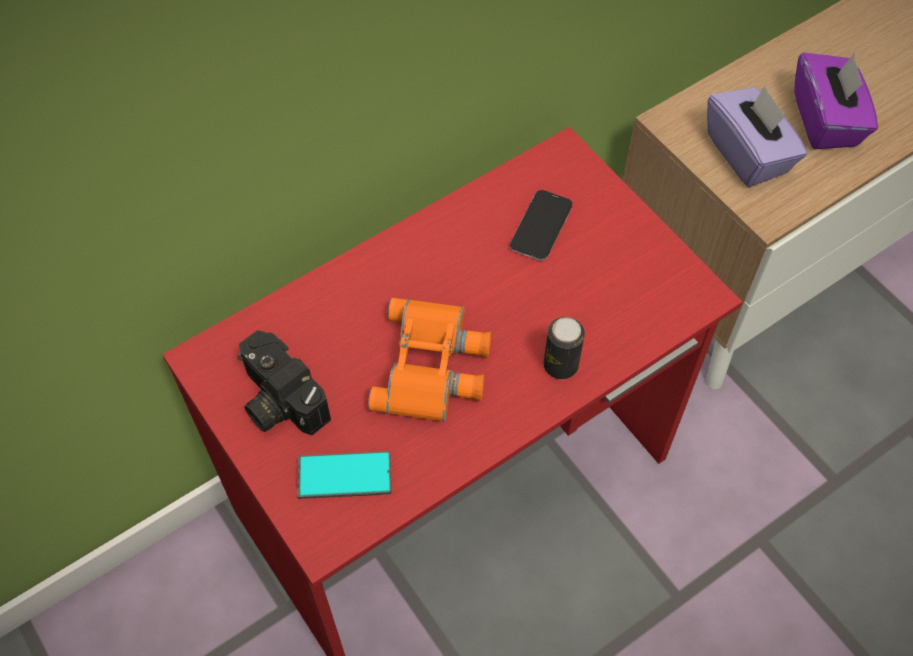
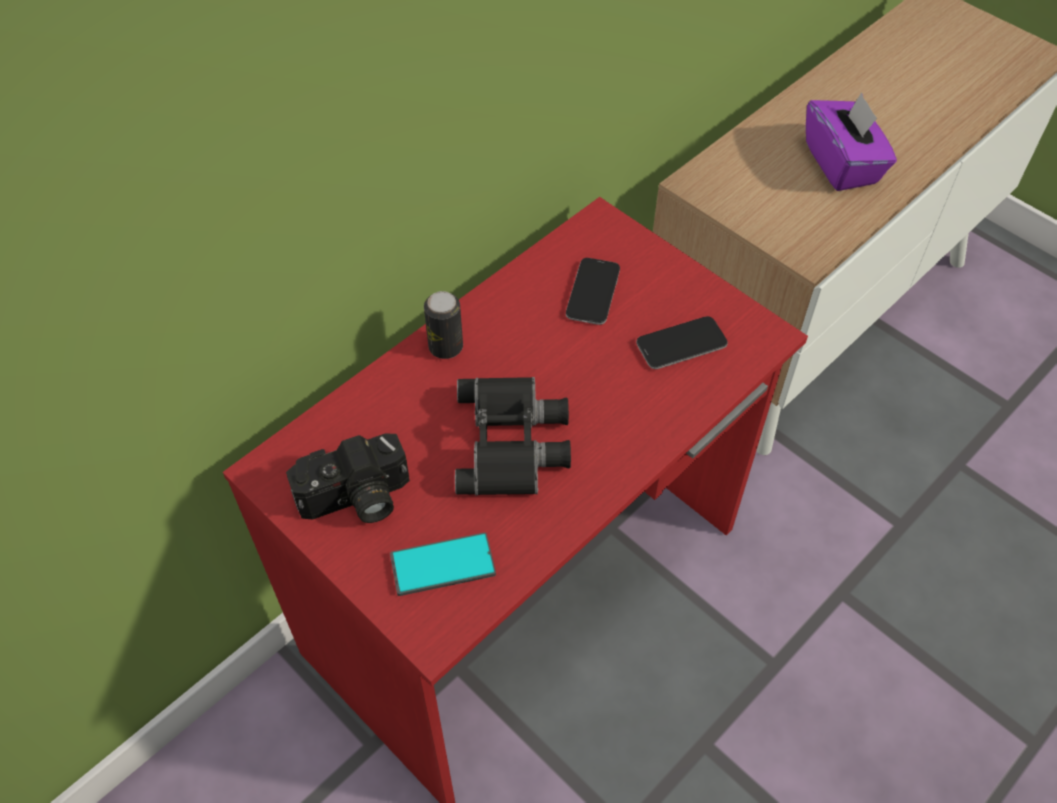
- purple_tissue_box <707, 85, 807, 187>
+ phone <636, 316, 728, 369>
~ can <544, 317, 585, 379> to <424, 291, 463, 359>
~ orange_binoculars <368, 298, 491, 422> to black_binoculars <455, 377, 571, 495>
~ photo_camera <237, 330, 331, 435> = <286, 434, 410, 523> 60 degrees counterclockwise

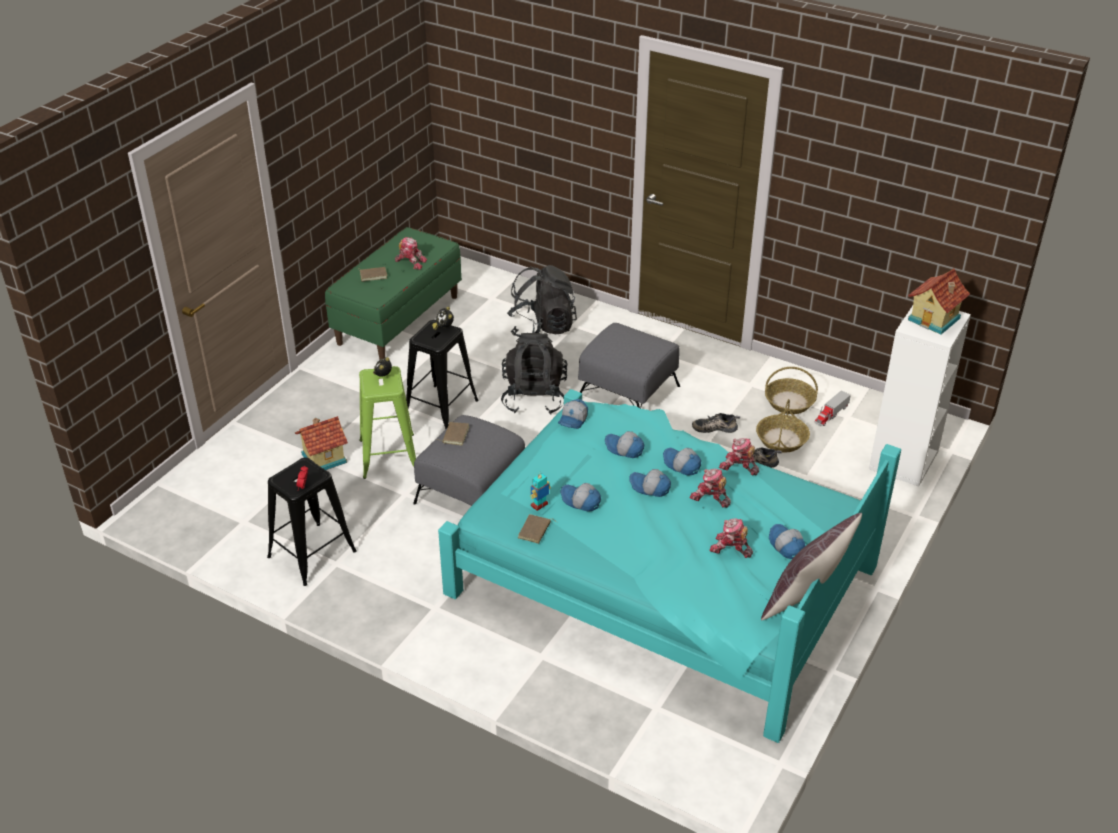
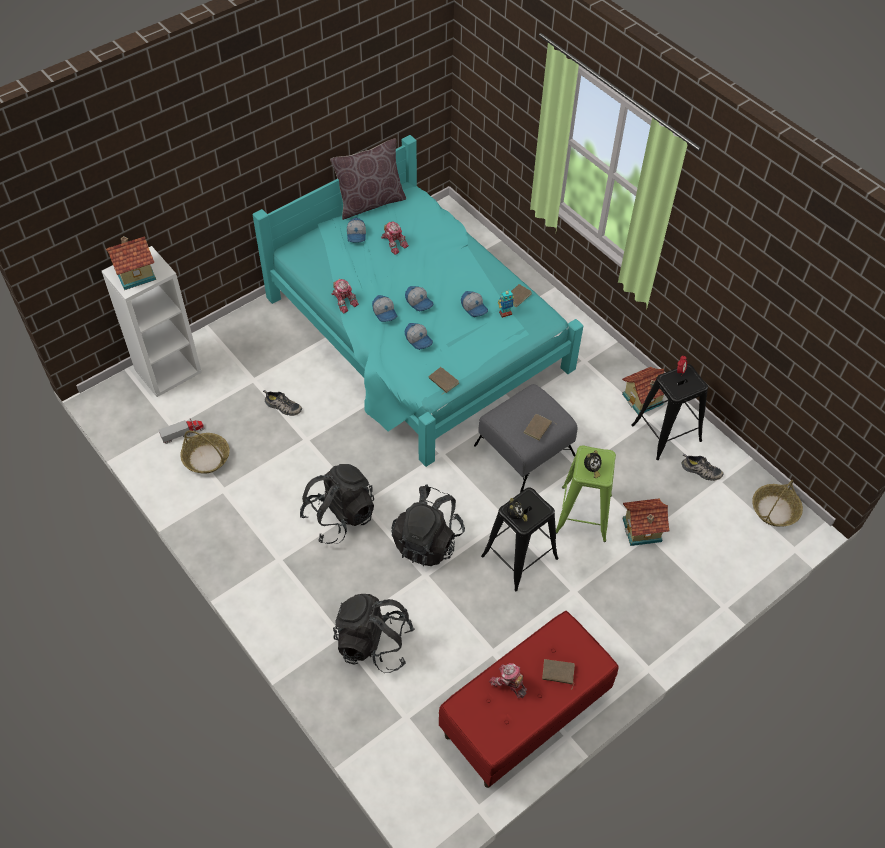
- toy_robot <689, 469, 731, 508>
+ toy_house <622, 367, 665, 415>
~ shoe <692, 413, 740, 433> to <682, 454, 724, 481>
~ basket <756, 399, 810, 453> to <752, 480, 803, 527>
~ cap <558, 399, 588, 429> to brown_book <429, 367, 459, 393>
~ grey_ottoman <578, 323, 680, 408> to black_backpack <300, 464, 374, 544>
~ green_bench <325, 227, 462, 359> to red_bench <439, 611, 618, 788>

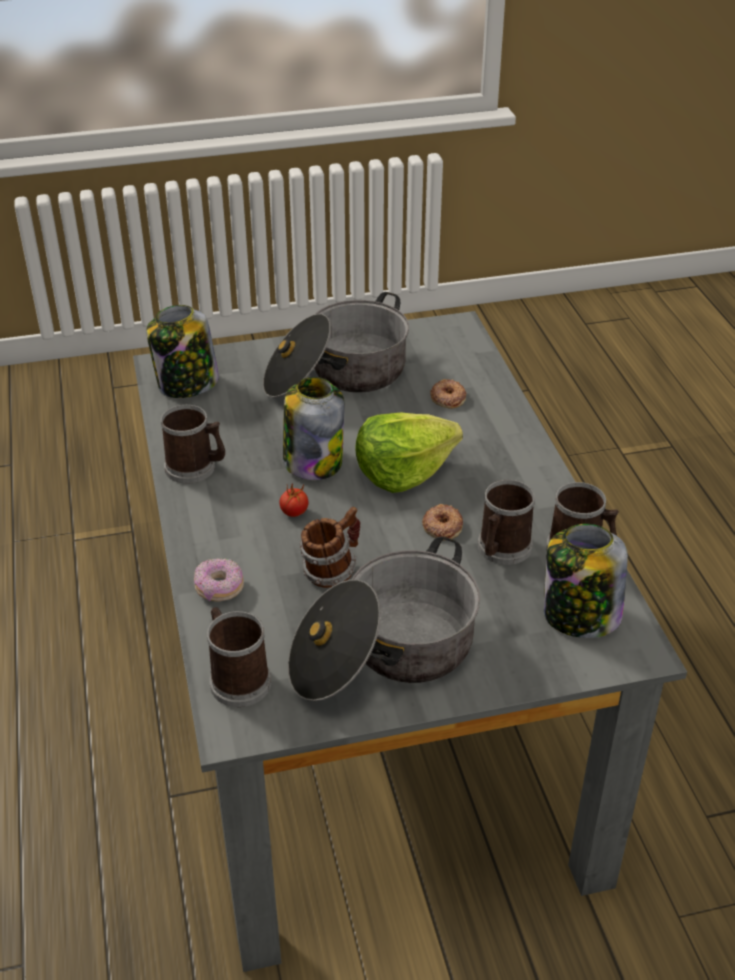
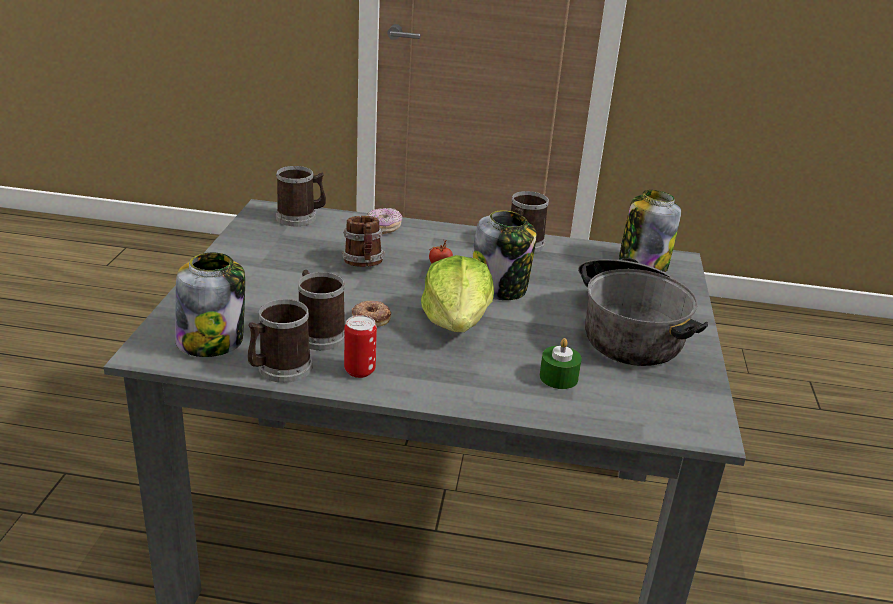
- cooking_pot <288, 537, 480, 701>
+ can <344, 315, 377, 378>
~ donut <430, 379, 466, 409> to green_candle <539, 338, 582, 389>

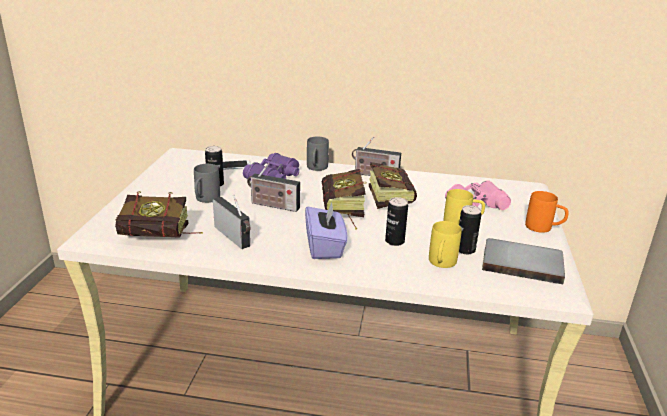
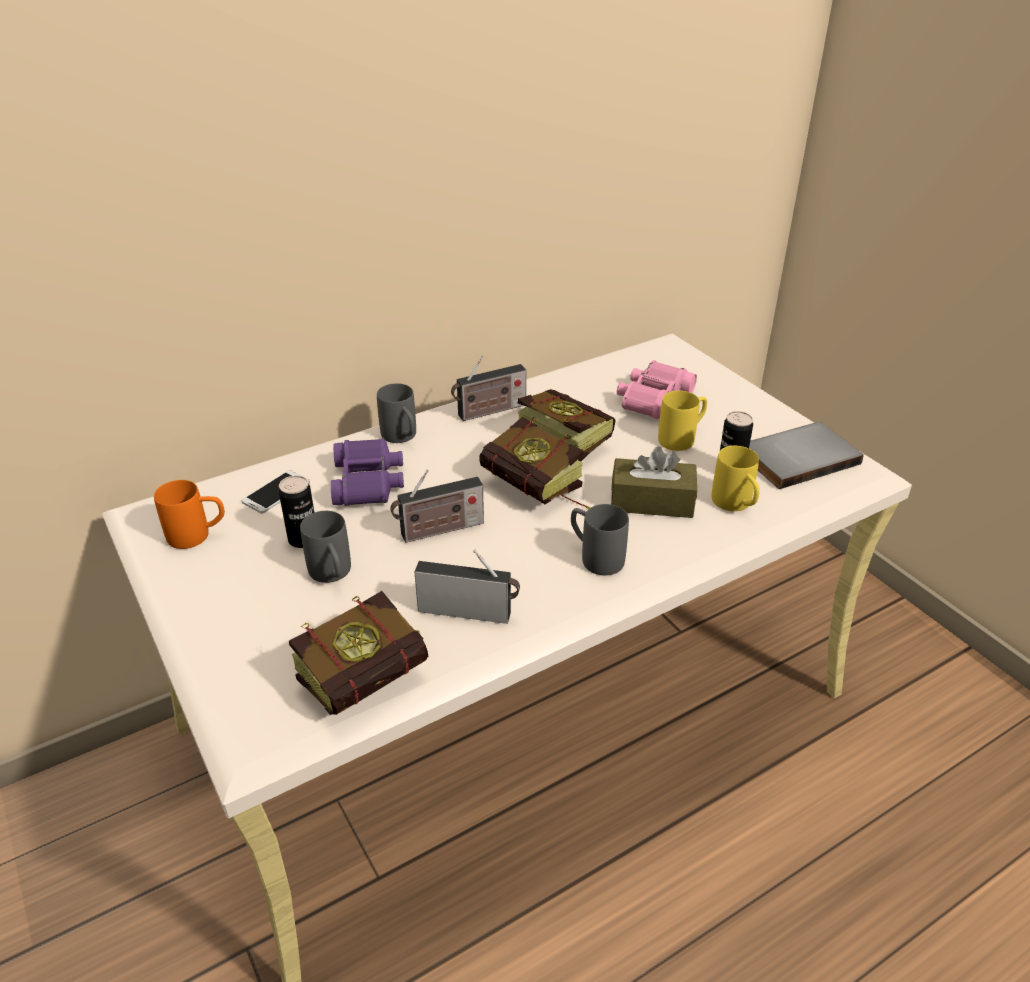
~ orange_mug <525, 191, 569, 233> to <154, 480, 225, 549>
~ purple_tissue_box <305, 203, 347, 259> to grey_mug <571, 504, 629, 575>
~ can <385, 197, 408, 246> to brown_tissue_box <611, 446, 697, 518>

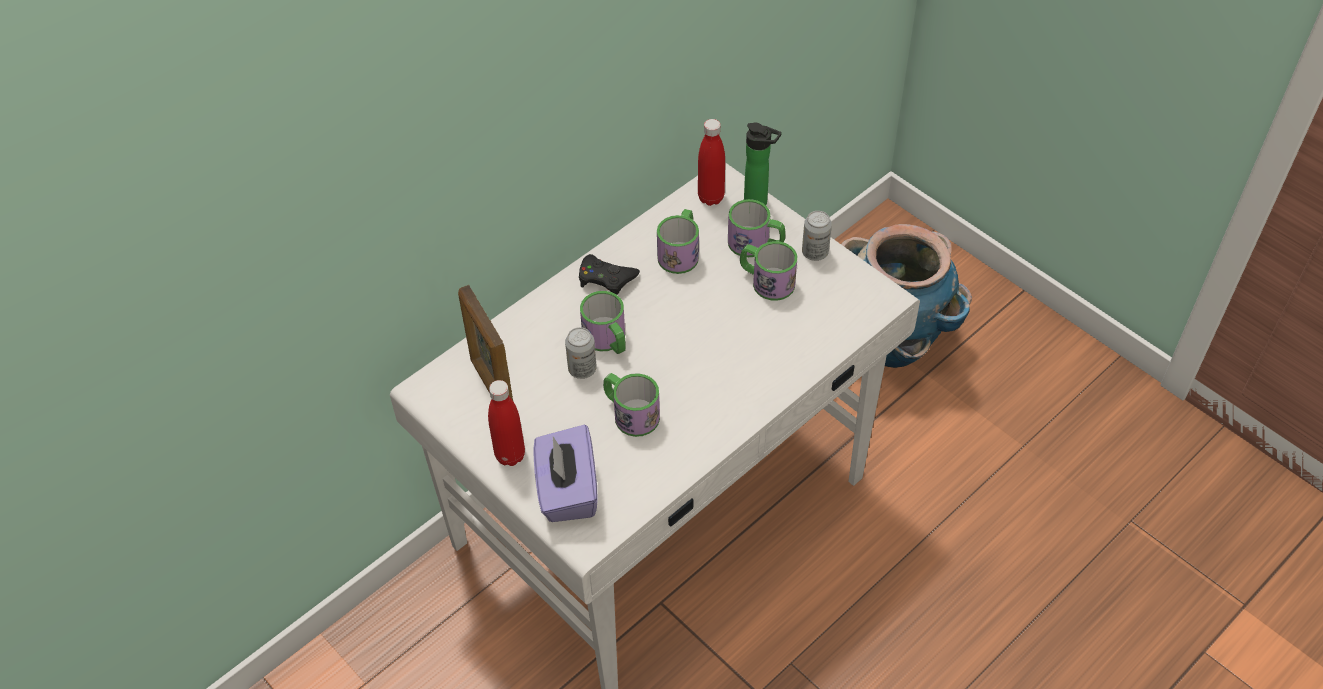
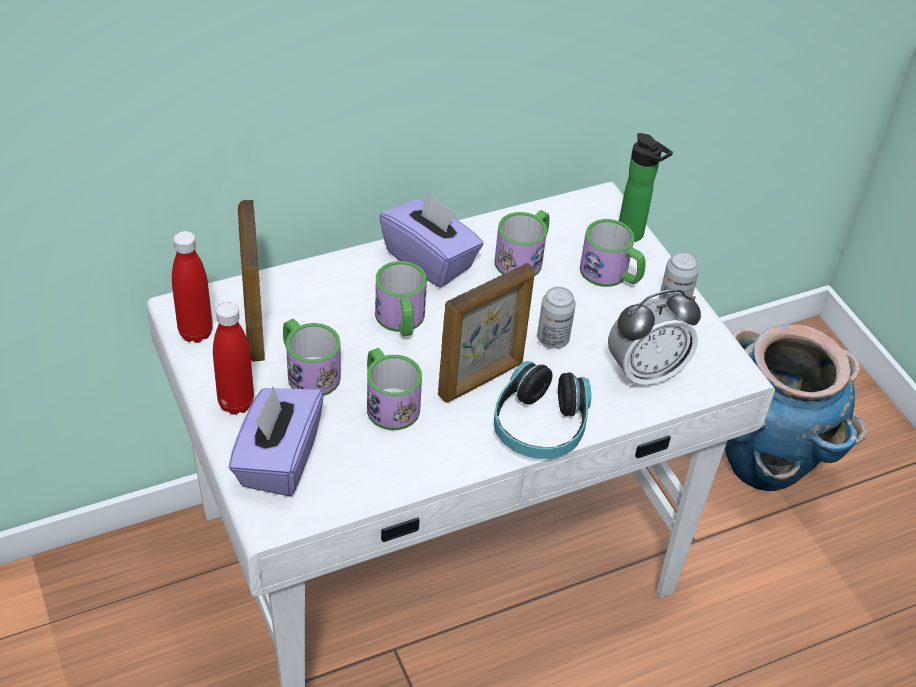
+ picture_frame <438, 263, 535, 402>
+ headphones <494, 361, 591, 459>
+ alarm_clock <608, 289, 701, 388>
~ can <565, 327, 597, 379> to <537, 287, 576, 349>
~ red_bottle <698, 119, 725, 206> to <172, 231, 213, 343>
~ mug <740, 241, 797, 301> to <283, 318, 341, 396>
~ black_game_controller <579, 254, 640, 295> to purple_tissue_box <379, 191, 484, 288>

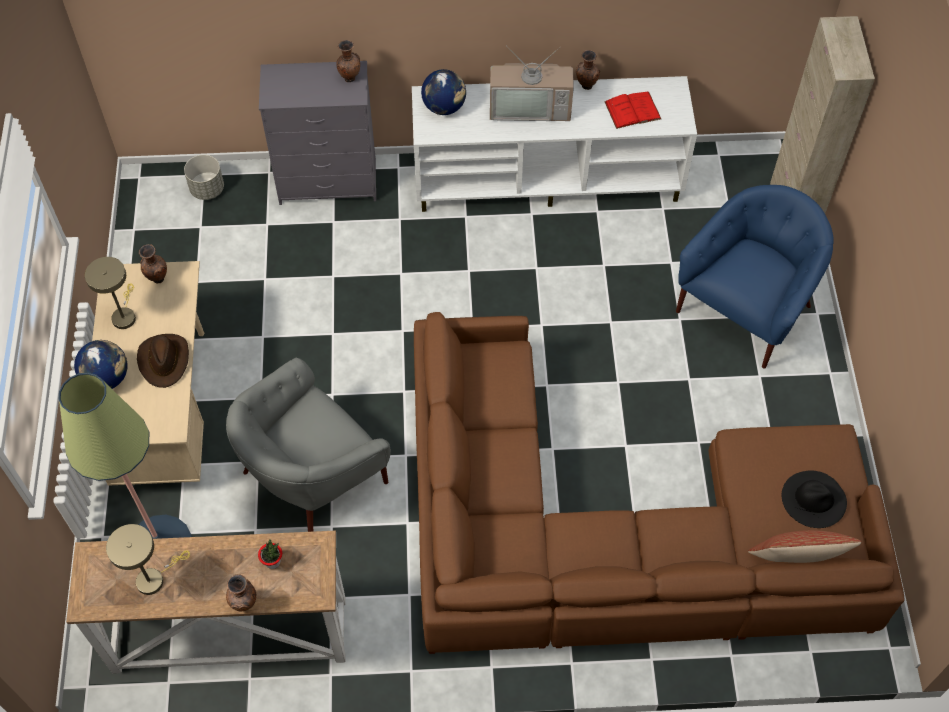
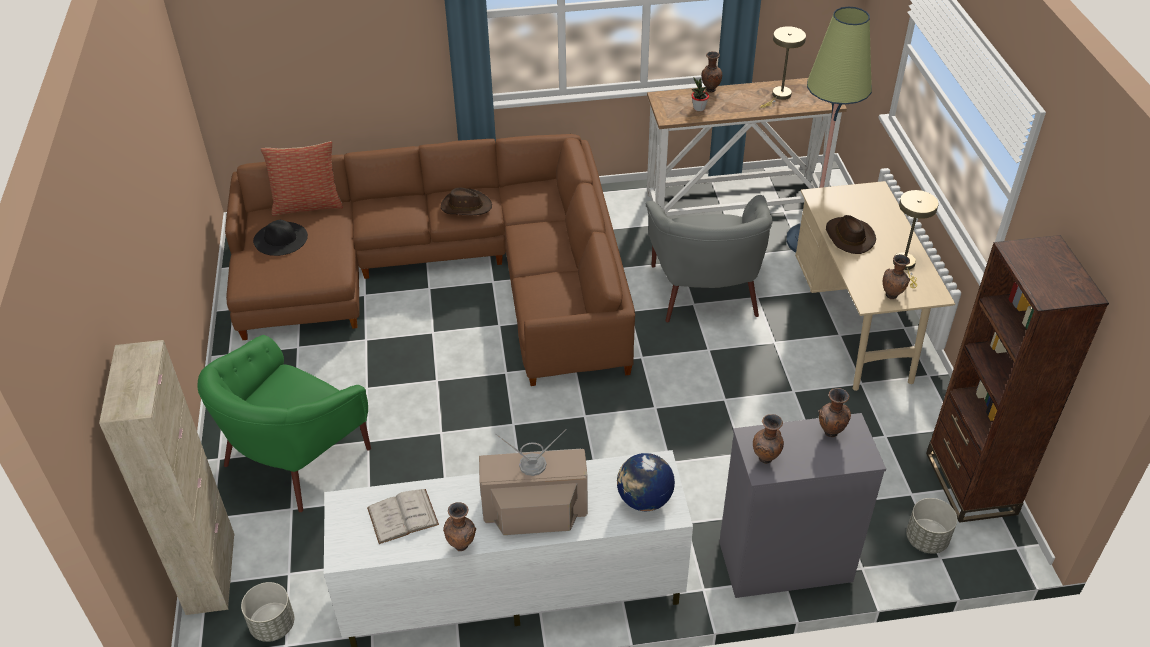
- globe <74, 340, 128, 389>
+ grey_planter <241, 582, 295, 642>
+ brown_hat <441, 188, 492, 215>
+ brown_vase <818, 388, 851, 437>
+ brown_bookcase <926, 235, 1109, 523>
~ red_book <604, 92, 661, 129> to white_book <367, 489, 439, 544>
~ blue_armchair <676, 185, 834, 368> to green_armchair <197, 335, 371, 512>
~ grey_armchair <226, 358, 391, 532> = <646, 195, 773, 322> 135 degrees clockwise

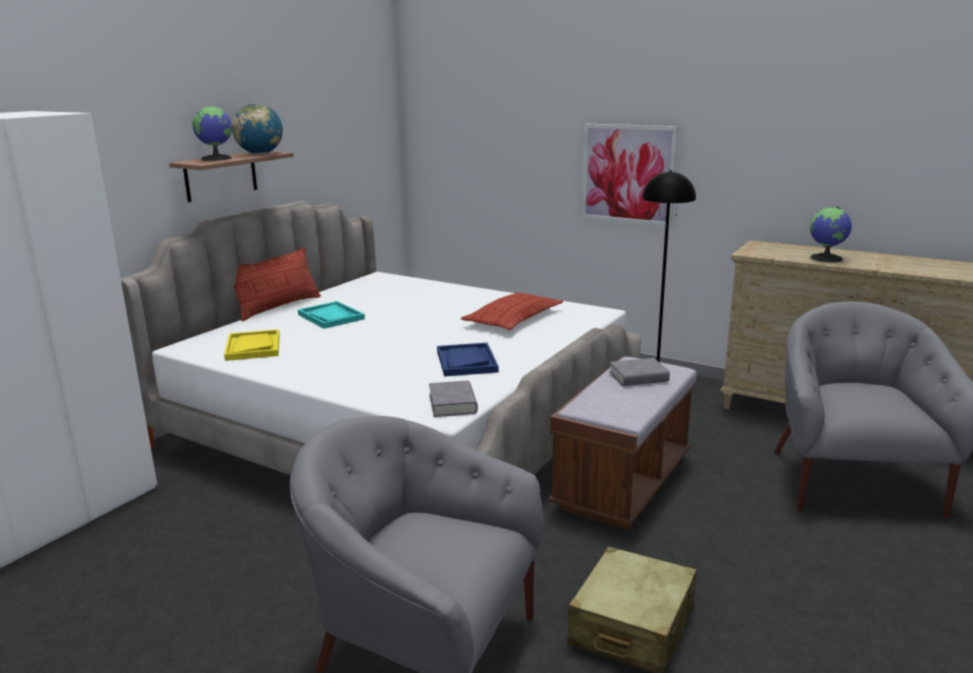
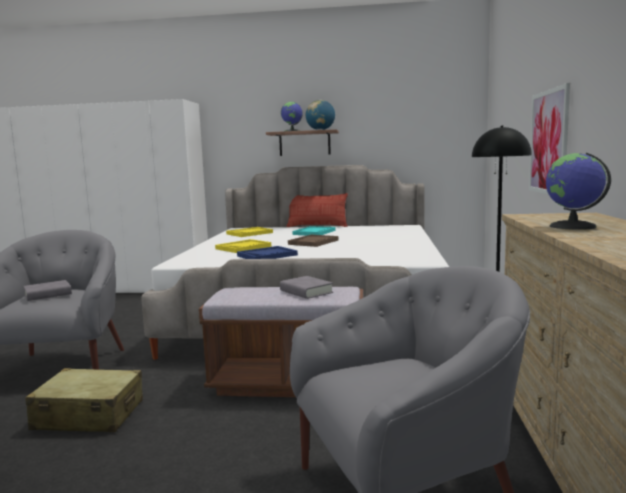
- pillow <461, 292, 563, 330>
+ yellow_tray <215, 239, 271, 253>
+ brown_tray <288, 235, 339, 247>
~ grey_book <429, 381, 478, 417> to <23, 280, 72, 301>

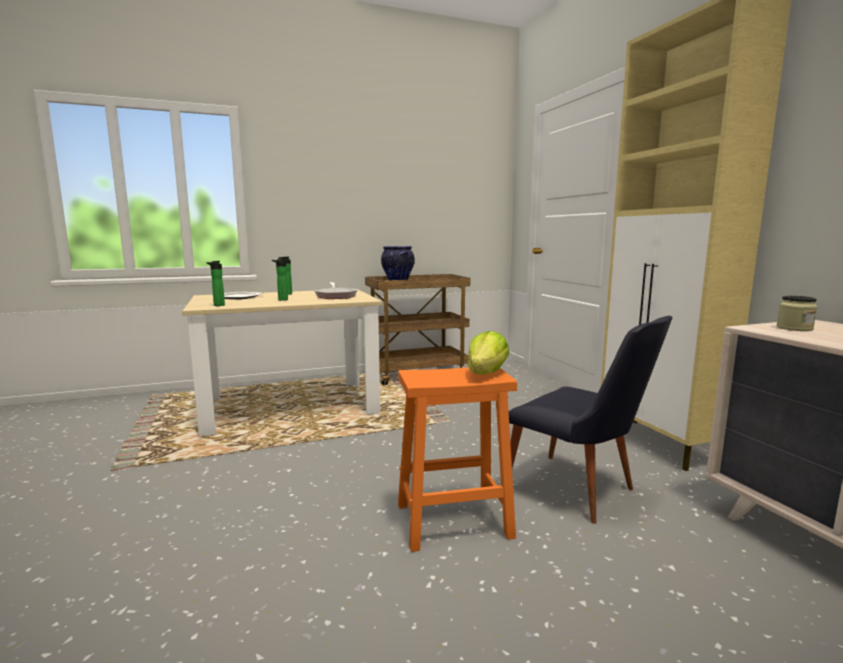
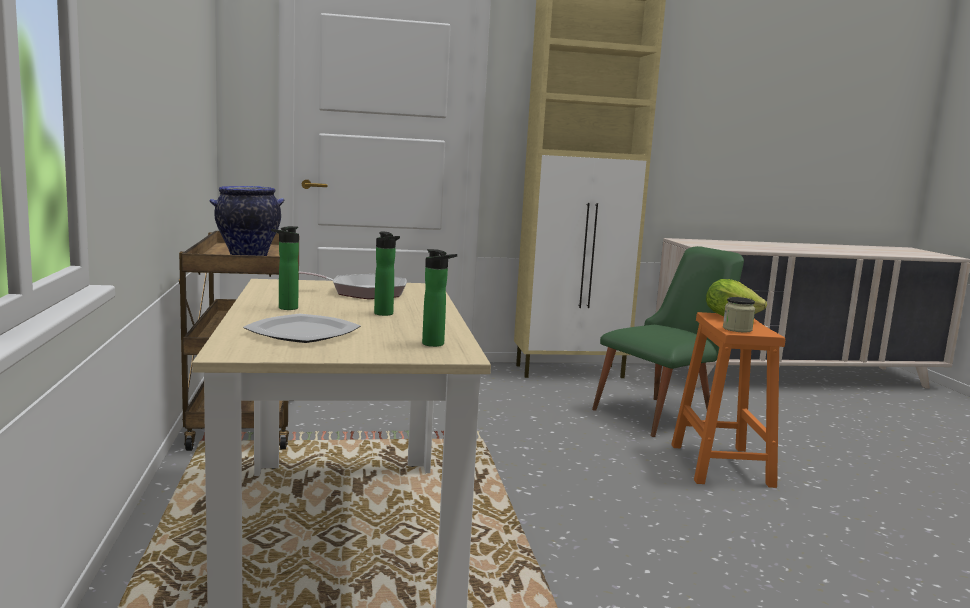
~ jar <776, 296, 817, 331> to <723, 297, 755, 332>
~ black_chair <509, 316, 673, 524> to green_chair <592, 246, 744, 437>

